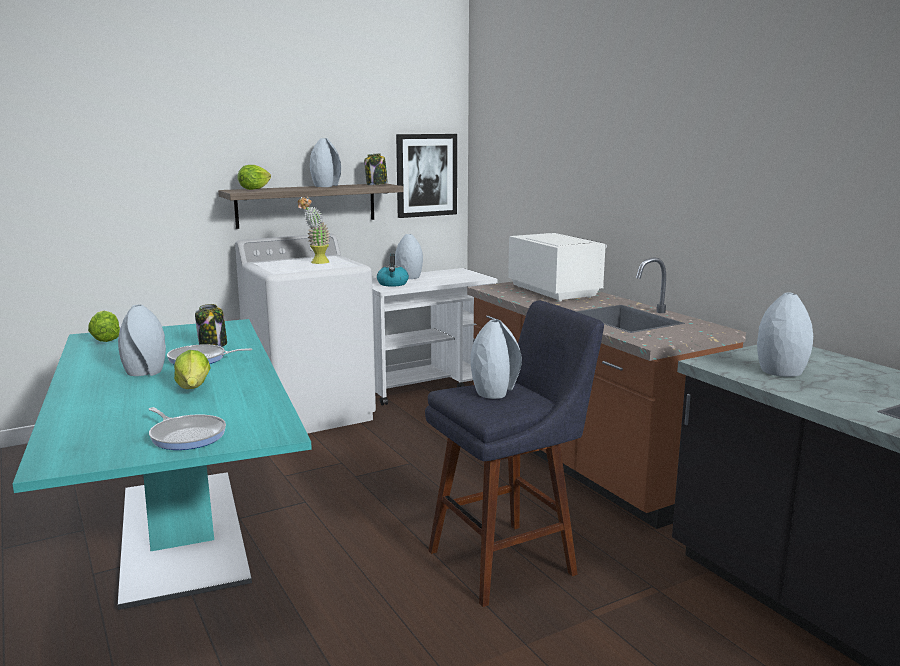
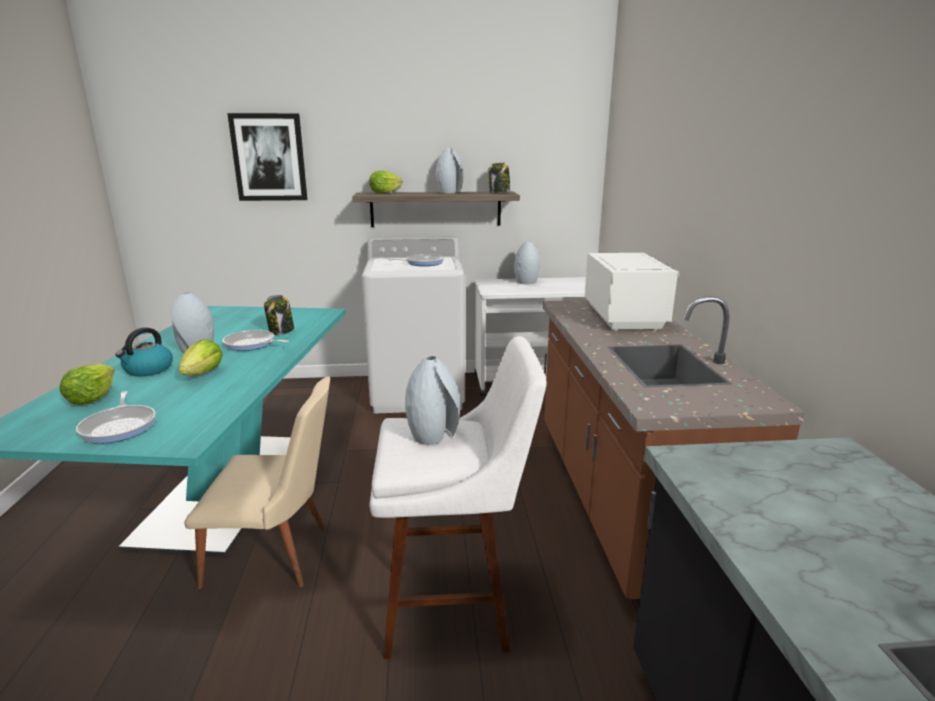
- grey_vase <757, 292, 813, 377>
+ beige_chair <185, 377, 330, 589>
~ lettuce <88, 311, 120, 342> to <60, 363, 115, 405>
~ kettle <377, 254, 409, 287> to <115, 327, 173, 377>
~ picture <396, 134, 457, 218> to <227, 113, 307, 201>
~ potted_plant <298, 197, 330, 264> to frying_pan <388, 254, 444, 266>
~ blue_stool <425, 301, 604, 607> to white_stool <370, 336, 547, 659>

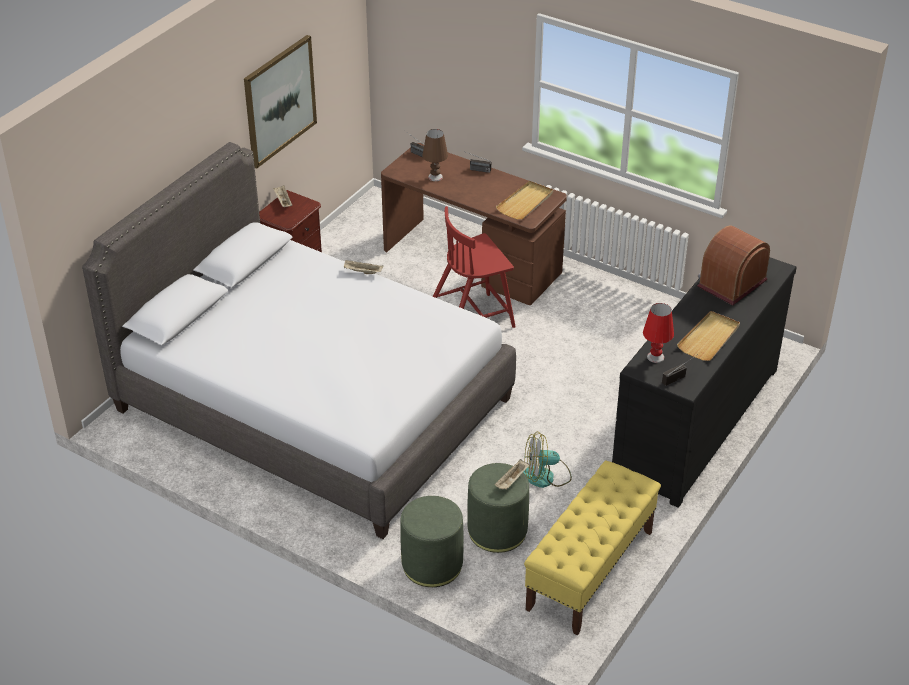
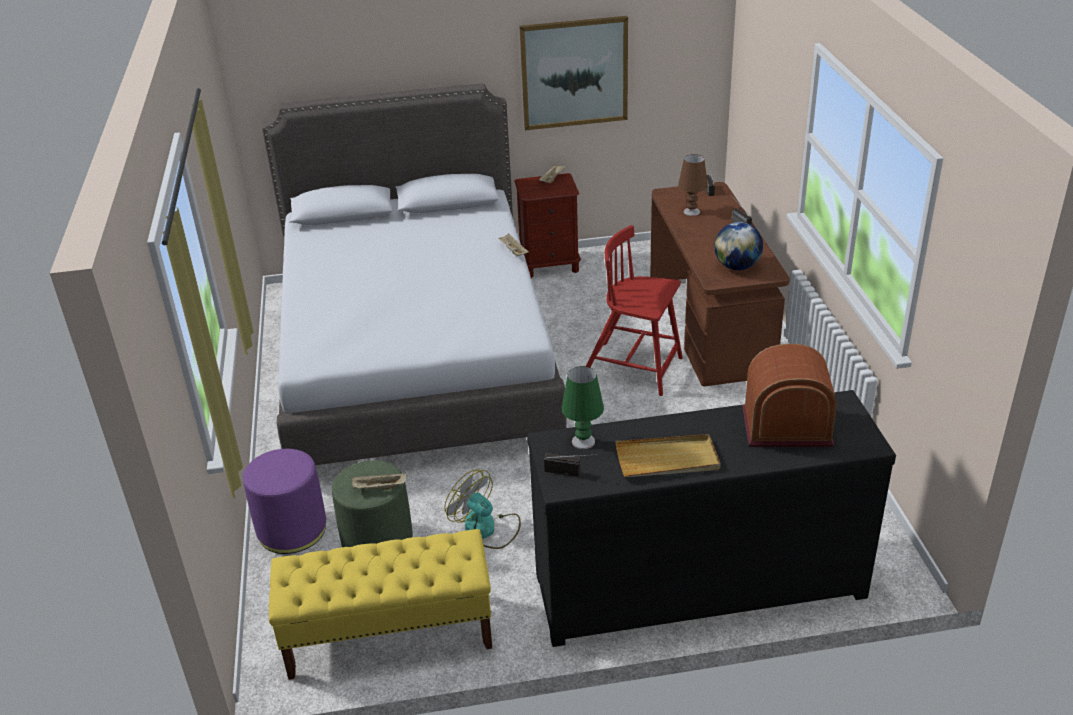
~ beige_tray <496, 181, 553, 220> to globe <714, 222, 763, 270>
~ green_ottoman <400, 496, 464, 587> to purple_ottoman <243, 449, 326, 554>
~ red_table_lamp <643, 303, 674, 363> to green_table_lamp <562, 366, 604, 449>

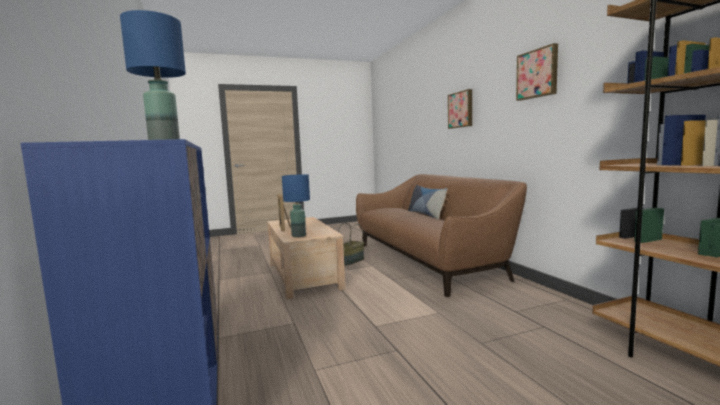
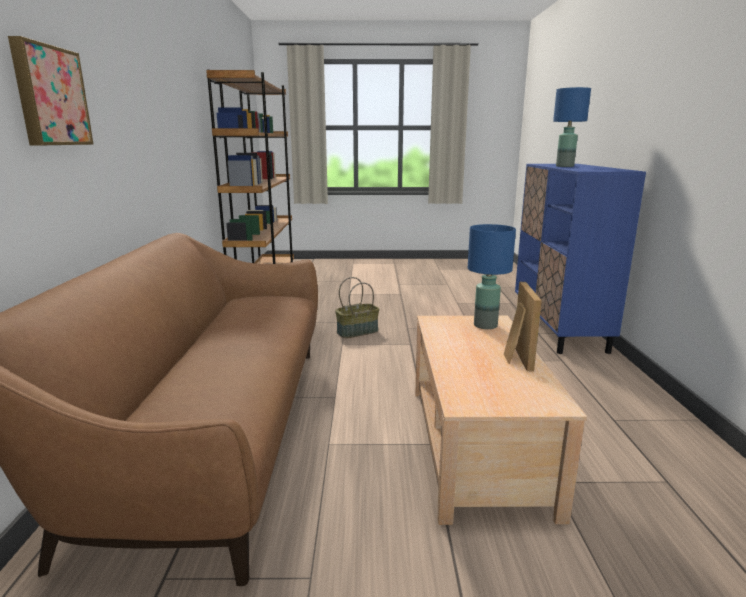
- pillow <408, 185, 447, 219>
- picture <516, 43, 558, 101>
~ basket <338, 222, 364, 266> to <335, 277, 379, 338>

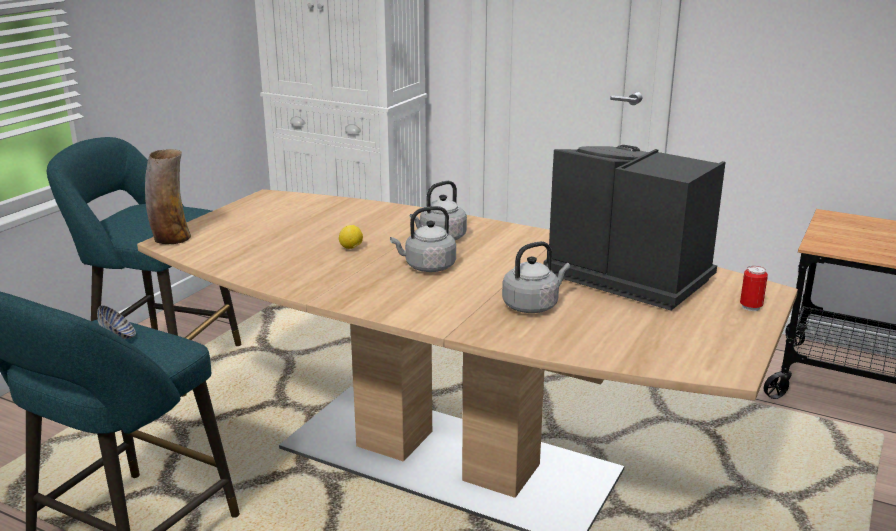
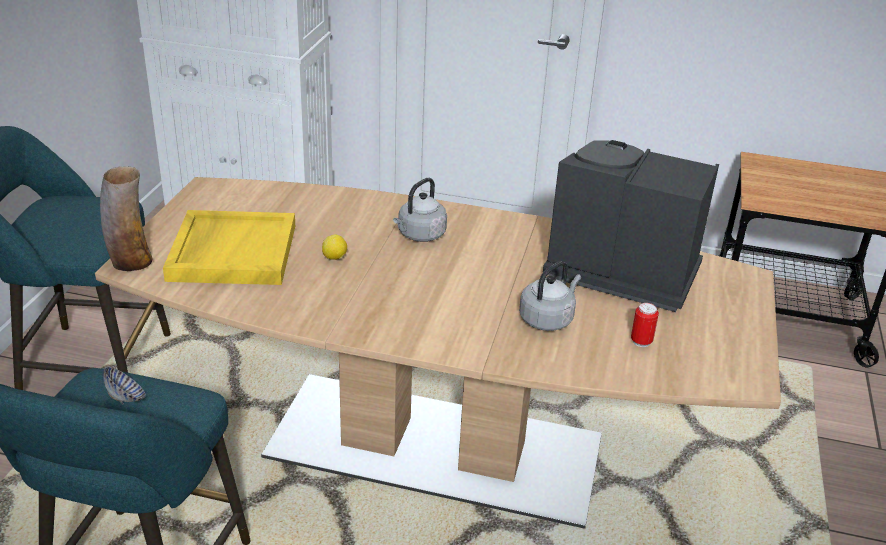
- grey_kettle <390, 206, 456, 272>
+ yellow_tray <163, 210, 295, 285>
~ can <740, 266, 768, 311> to <631, 303, 659, 347>

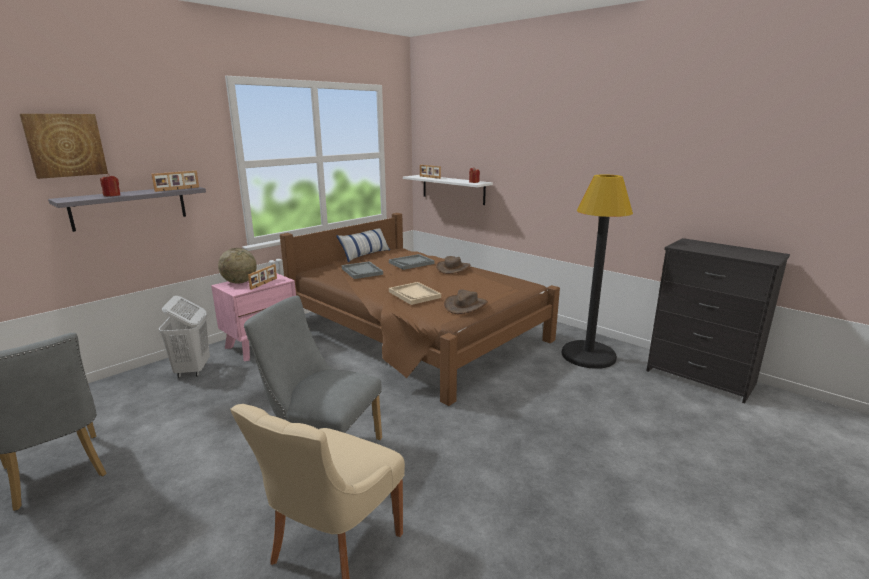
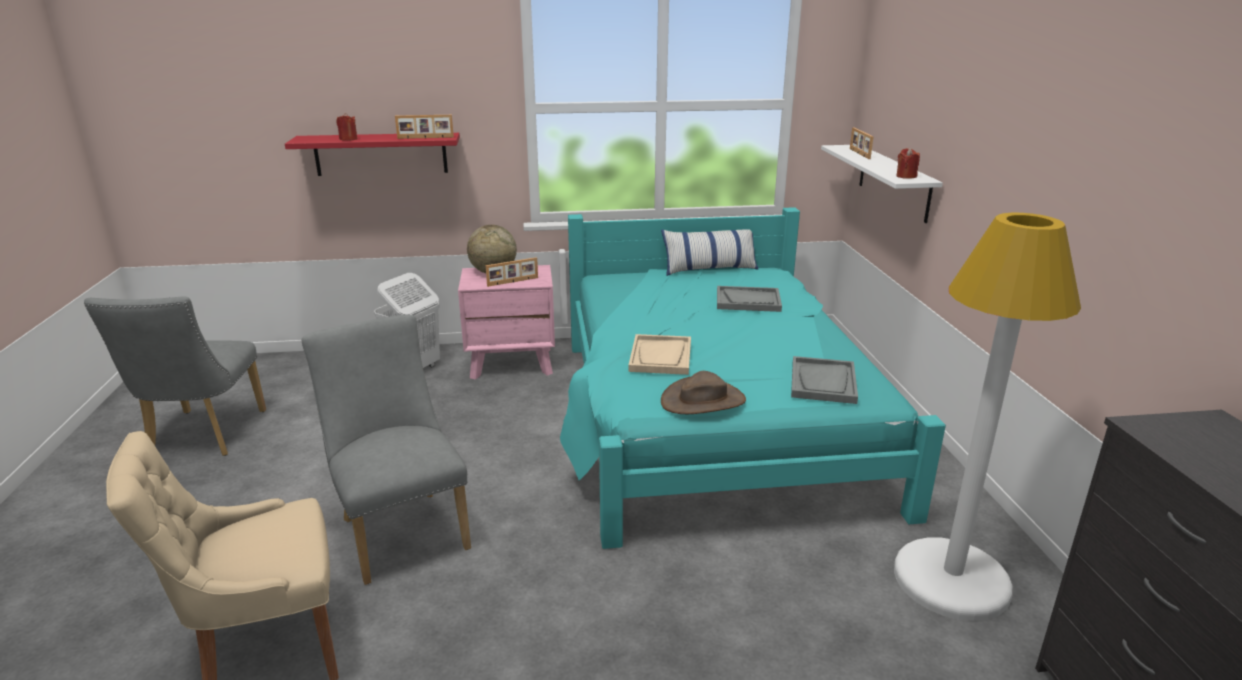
- picture <20, 114, 108, 179>
- brown_hat <436, 256, 471, 274>
~ grey_tray <342, 261, 383, 279> to <791, 356, 858, 404>
~ grey_shelf <48, 187, 206, 232> to red_shelf <285, 133, 460, 176>
~ brown_bed <280, 213, 560, 406> to turquoise_bed <560, 207, 946, 549>
~ black_floor_lamp <562, 175, 633, 369> to white_floor_lamp <894, 213, 1081, 621>

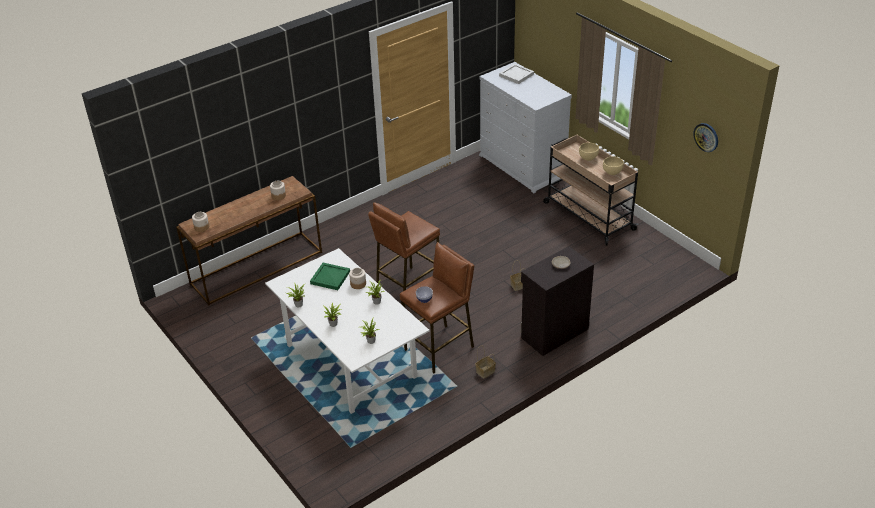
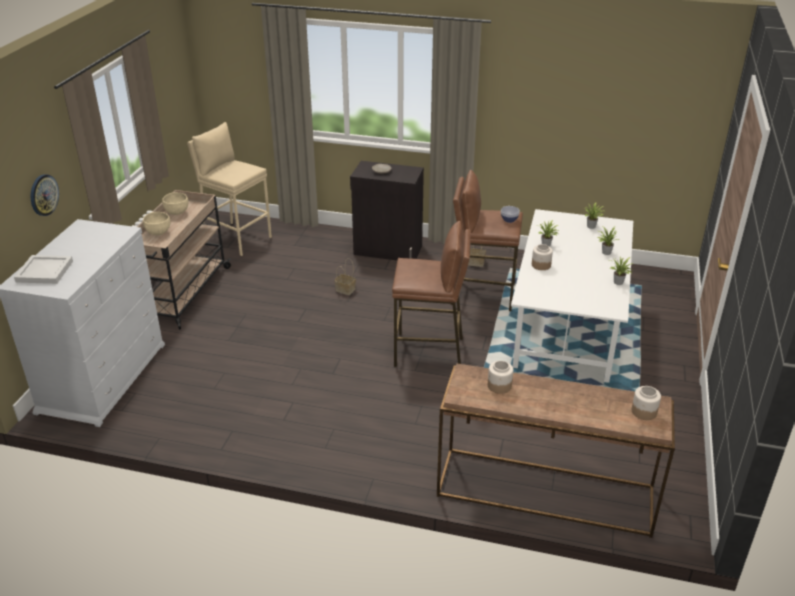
- green_tray <310, 263, 350, 290>
+ beige_stool <187, 122, 272, 256>
~ wall_clock <693, 123, 718, 152> to <31, 174, 59, 216>

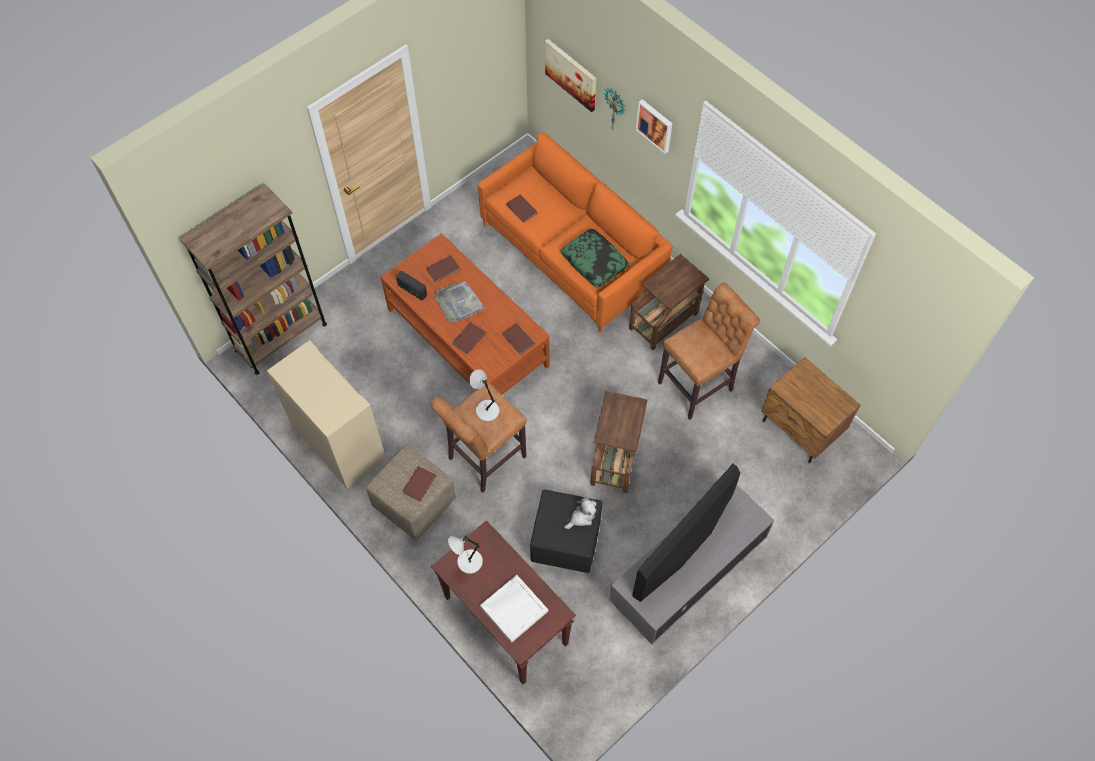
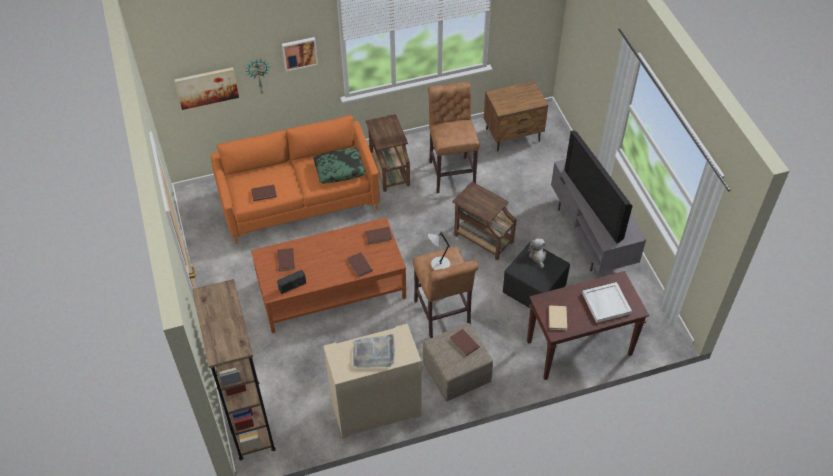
~ grey_tray <435, 281, 486, 322> to <353, 334, 395, 368>
~ grey_table_lamp <448, 536, 483, 574> to beige_book <549, 306, 567, 330>

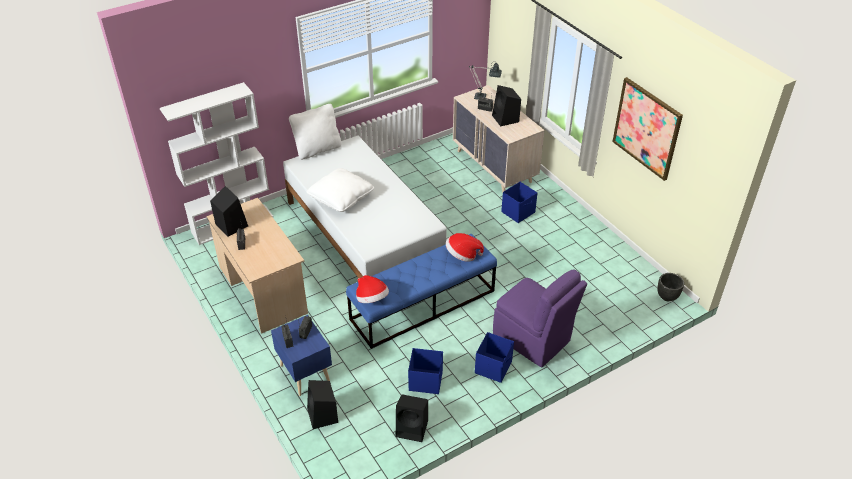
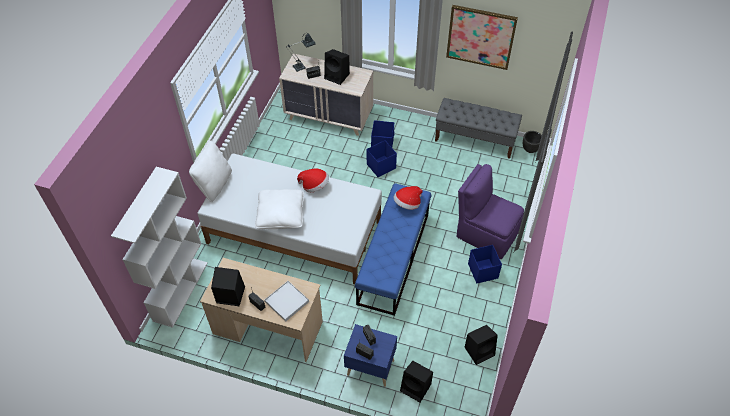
+ white_tray <265, 281, 309, 322>
+ grey_bench <435, 98, 522, 159>
~ hat <356, 275, 389, 303> to <297, 169, 329, 192>
~ blue_storage_box <408, 348, 443, 394> to <367, 140, 397, 177>
~ purple_chair <493, 269, 587, 367> = <456, 164, 524, 259> 150 degrees counterclockwise

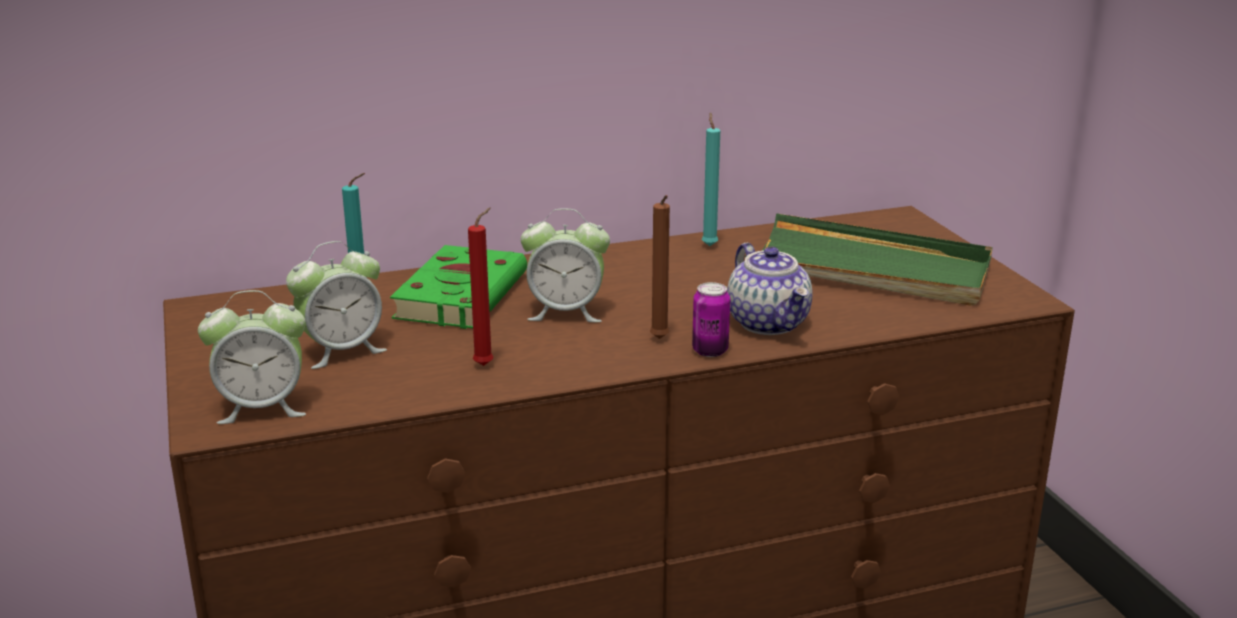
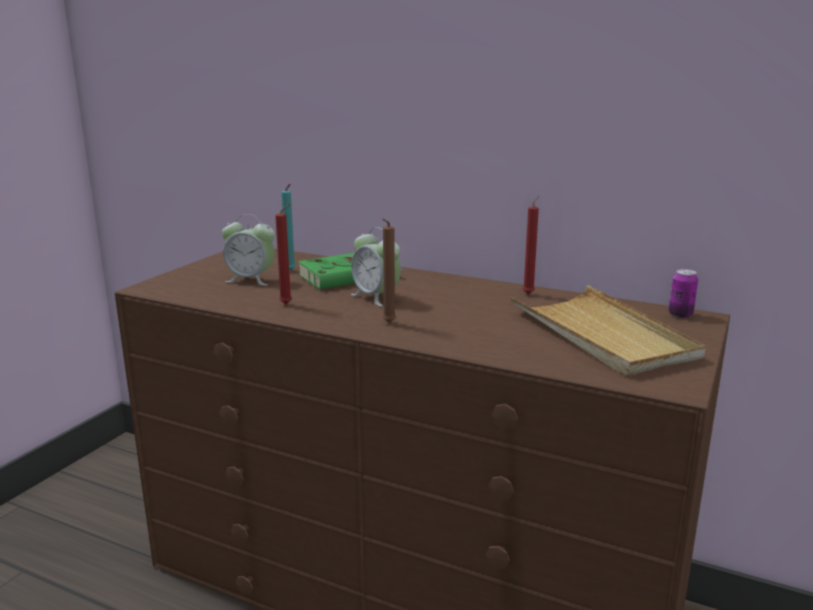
- alarm_clock <198, 290, 306, 424>
- teapot <727, 243, 812, 335>
~ can <692, 282, 730, 357> to <668, 269, 698, 318>
~ turquoise_candle <702, 112, 720, 246> to red_candle <523, 196, 539, 294>
~ green_tray <745, 213, 993, 306> to beige_tray <510, 285, 706, 376>

